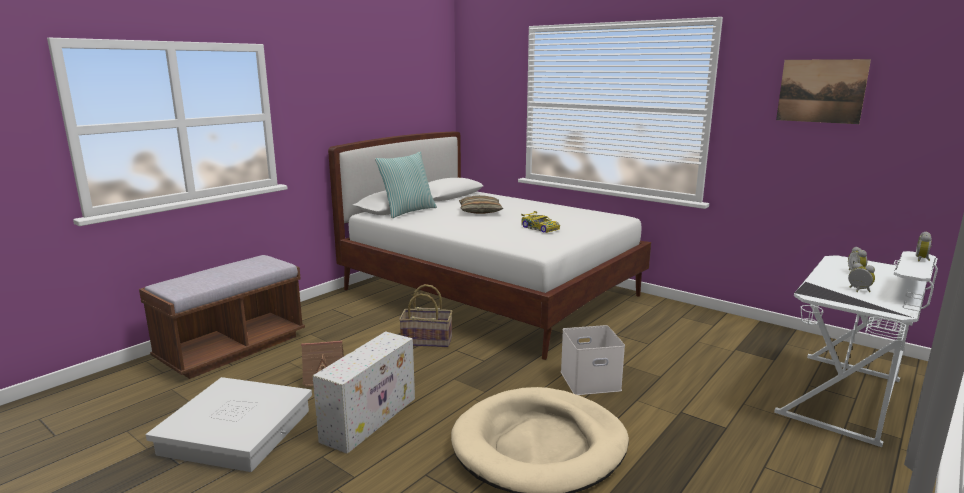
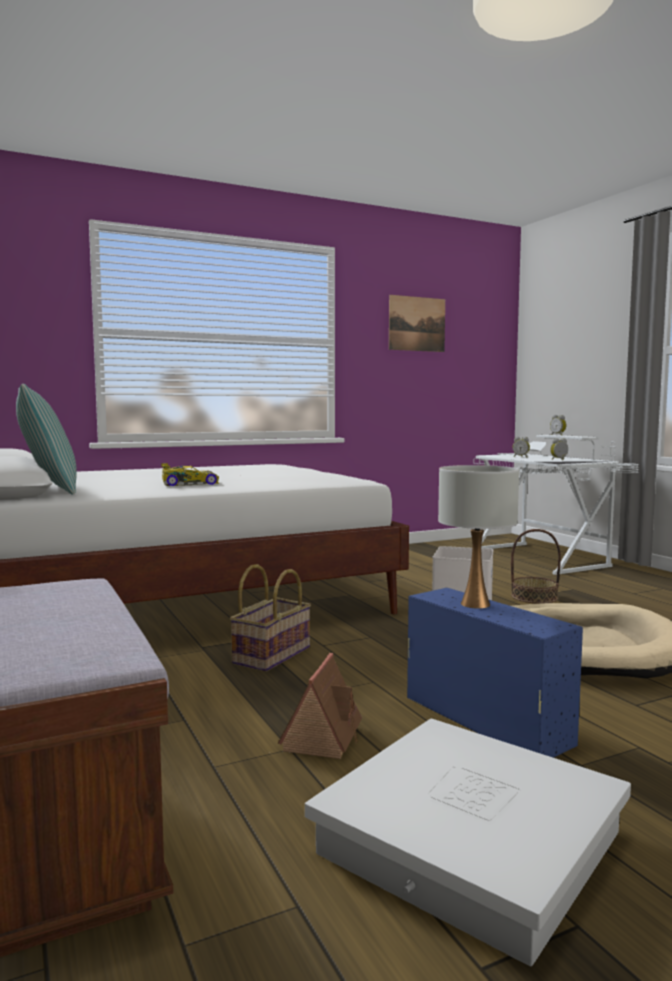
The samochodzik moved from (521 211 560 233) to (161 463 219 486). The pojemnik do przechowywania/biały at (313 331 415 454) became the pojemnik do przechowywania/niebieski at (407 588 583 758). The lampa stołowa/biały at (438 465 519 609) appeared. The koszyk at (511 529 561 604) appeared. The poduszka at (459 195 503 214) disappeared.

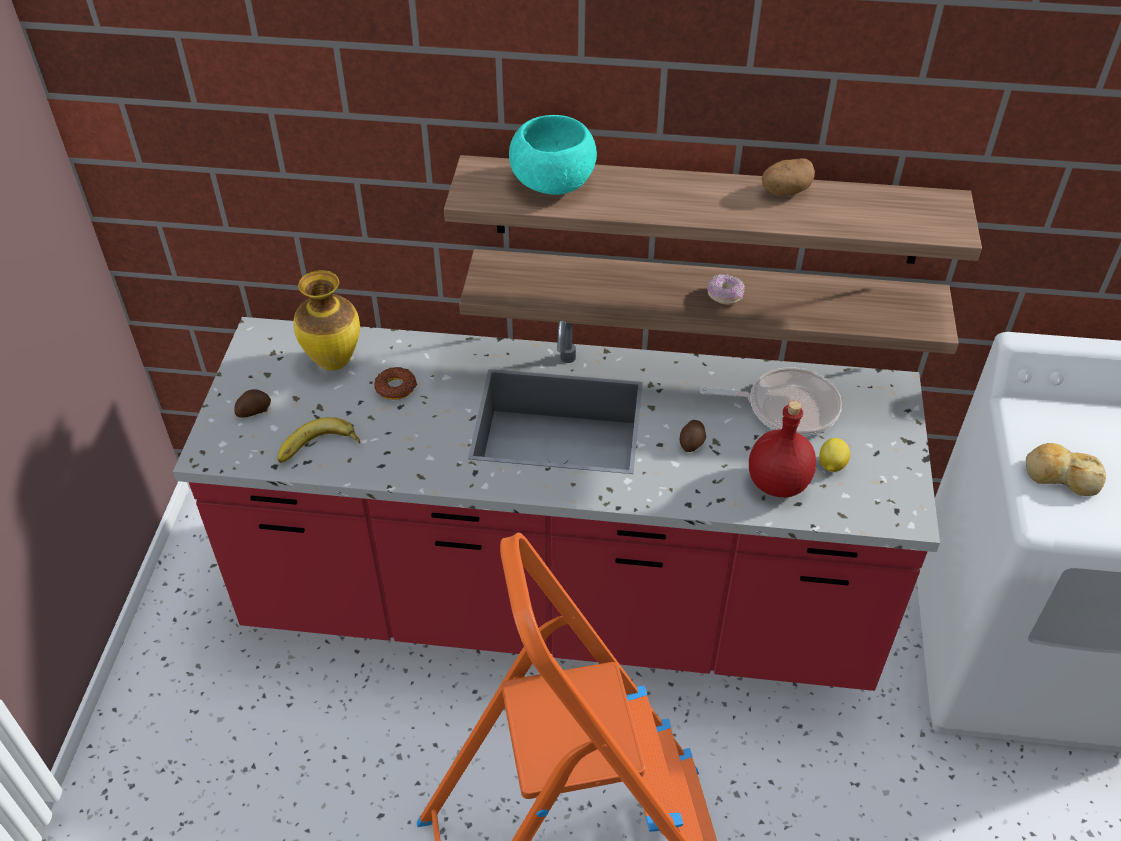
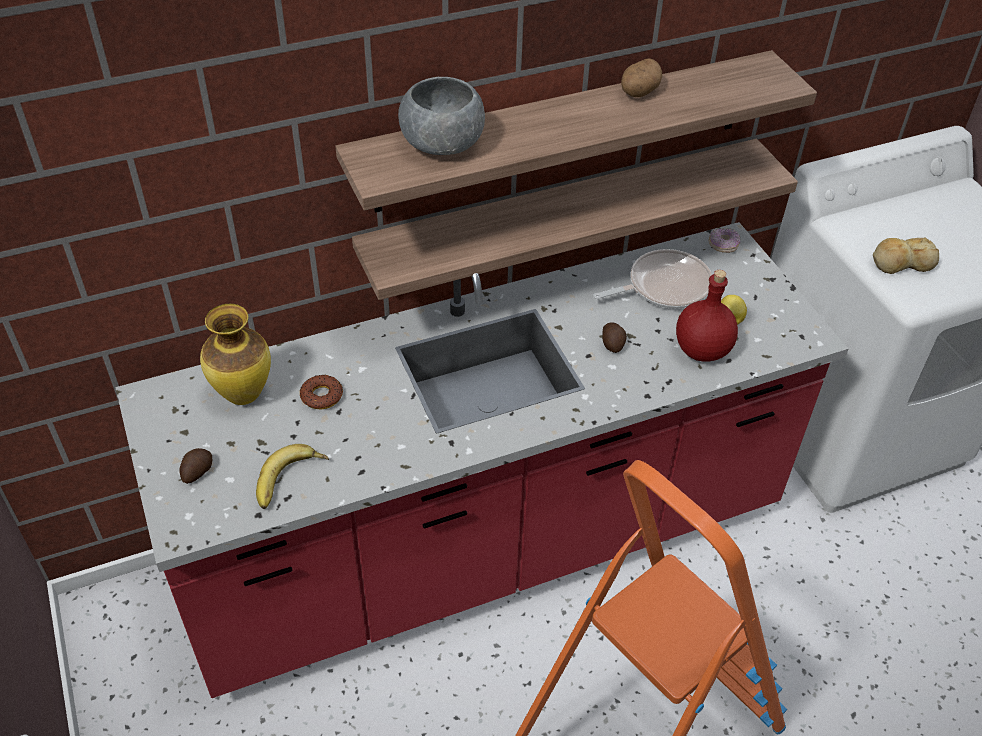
The miska/turkusowy at (509 115 597 195) became the miska/szary at (398 77 485 155). The donut moved from (707 274 745 305) to (709 228 740 253).

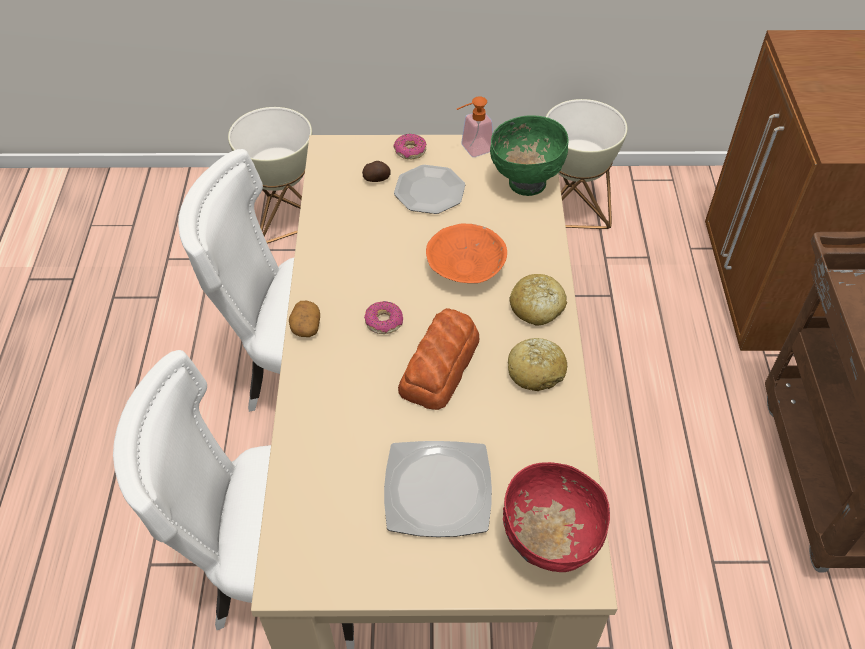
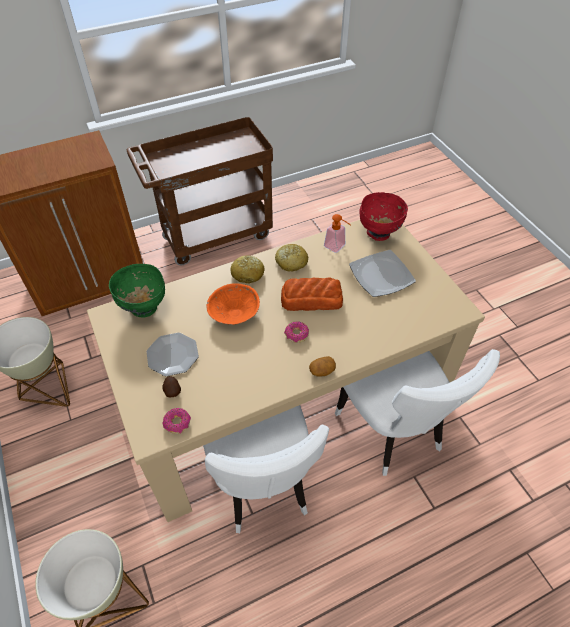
The donut moved from (393 134 426 159) to (162 408 191 434). The dozownik mydła moved from (457 96 493 157) to (324 214 351 253).

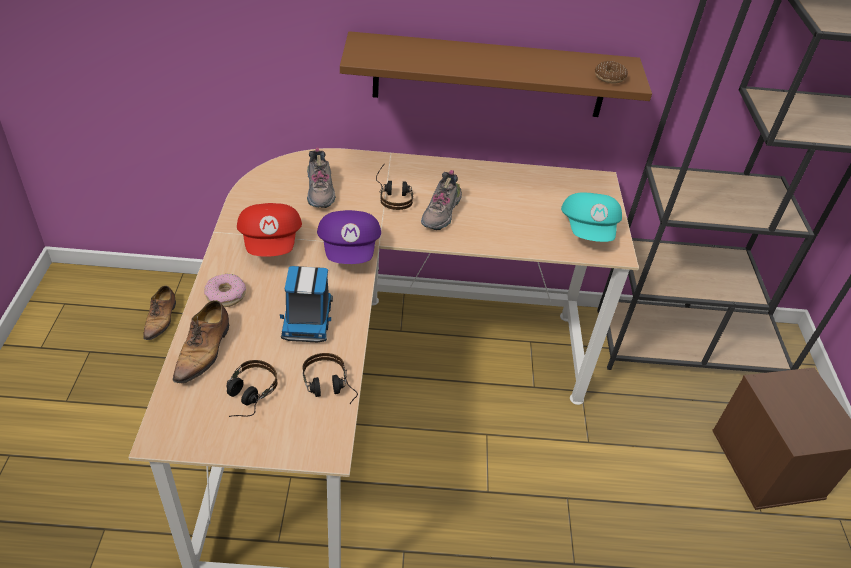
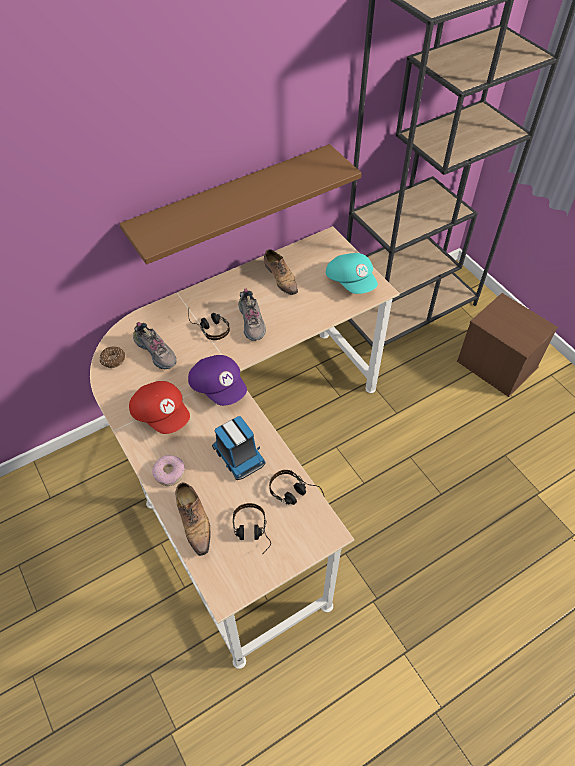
The donut moved from (595 61 628 84) to (100 346 125 368). The but moved from (143 286 176 340) to (264 249 298 295).

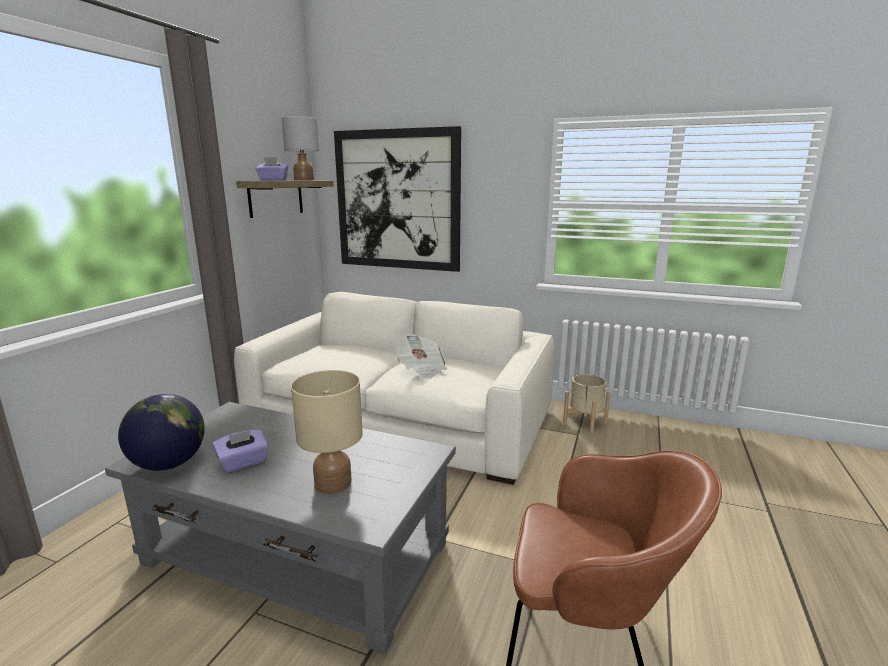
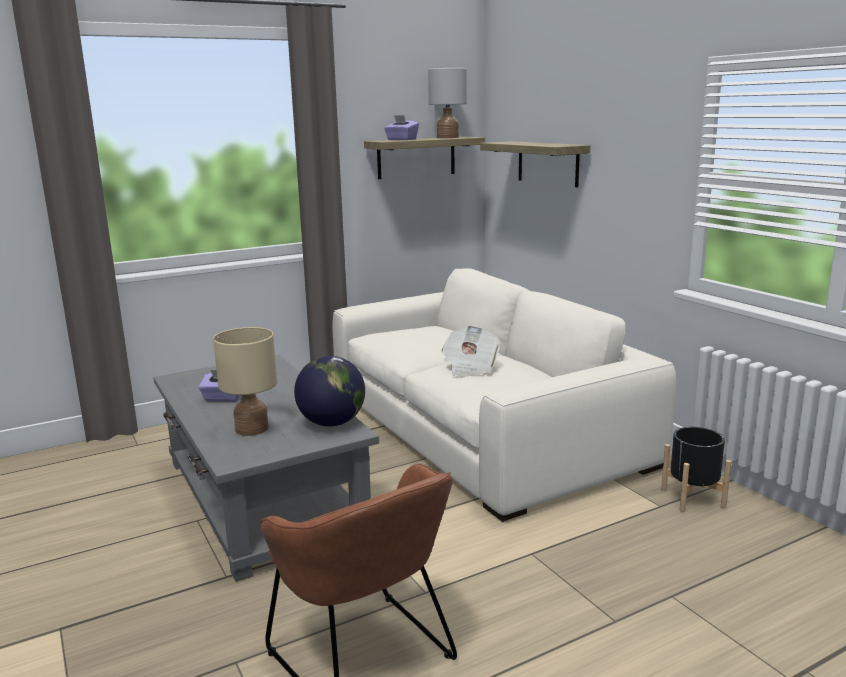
The globus moved from (118 394 205 471) to (294 356 365 427). The obraz at (334 126 461 272) was replaced by the półka at (480 141 590 187). The donica/beżowy at (563 374 611 434) became the donica/czarny at (661 427 732 512).

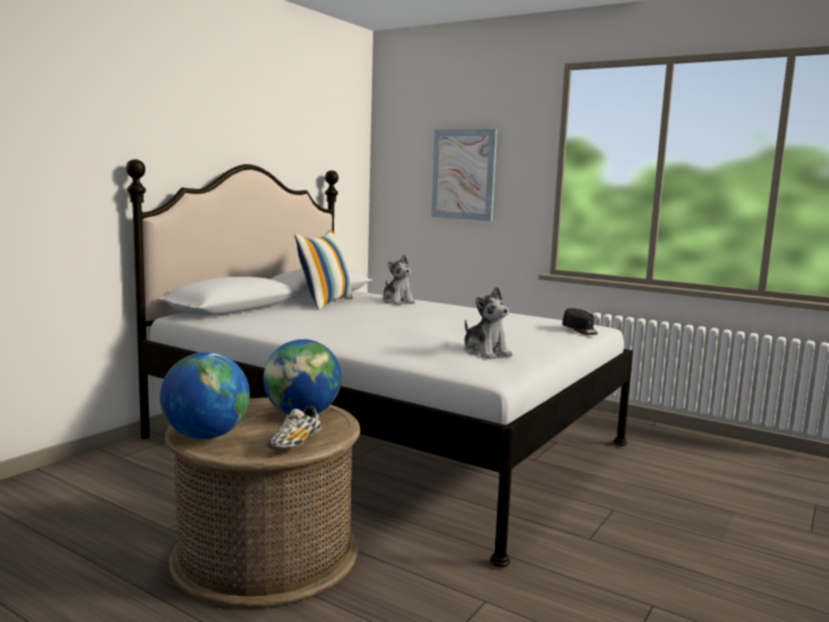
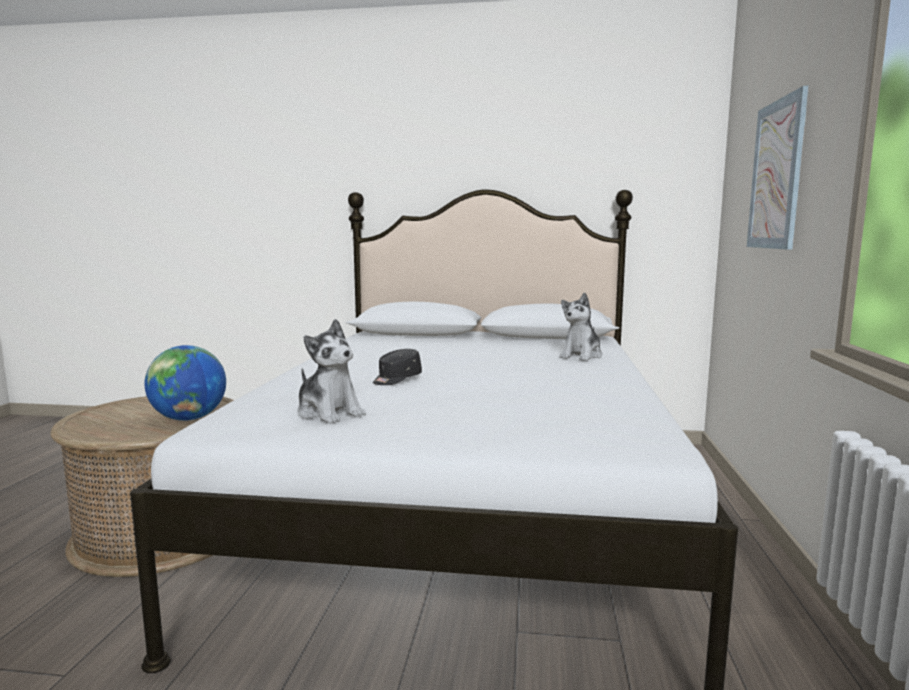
The pluszak at (464 287 513 359) turned 75 degrees counterclockwise. The czapka z daszkiem/czarny moved from (562 308 598 335) to (373 349 422 385). The globus at (160 352 250 439) disappeared. The but at (266 406 321 449) disappeared. The poduszka at (294 230 353 310) disappeared.

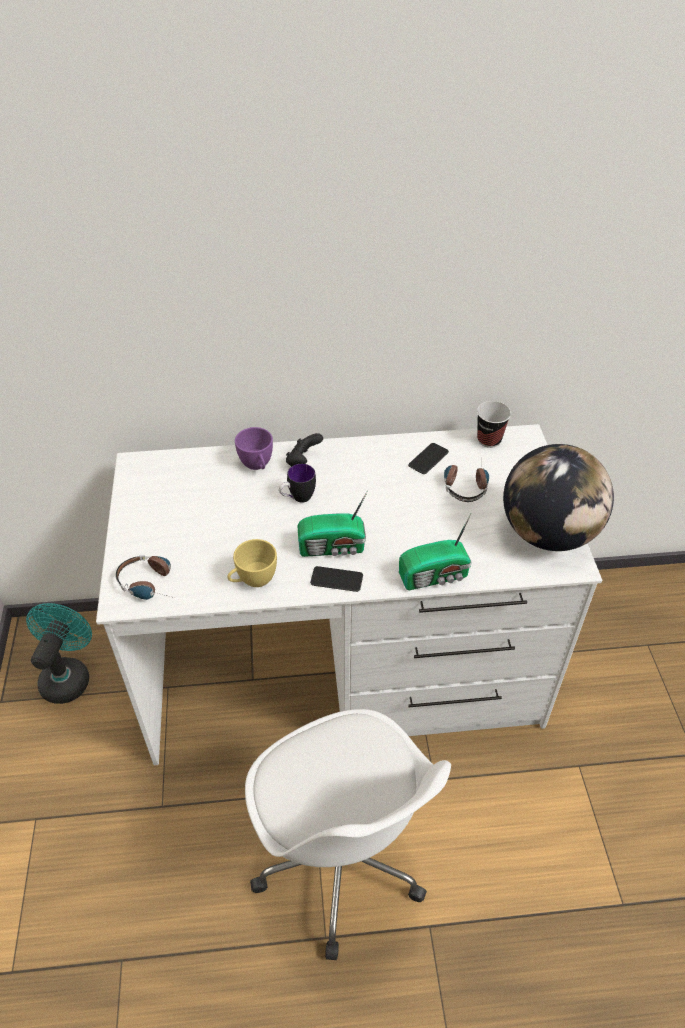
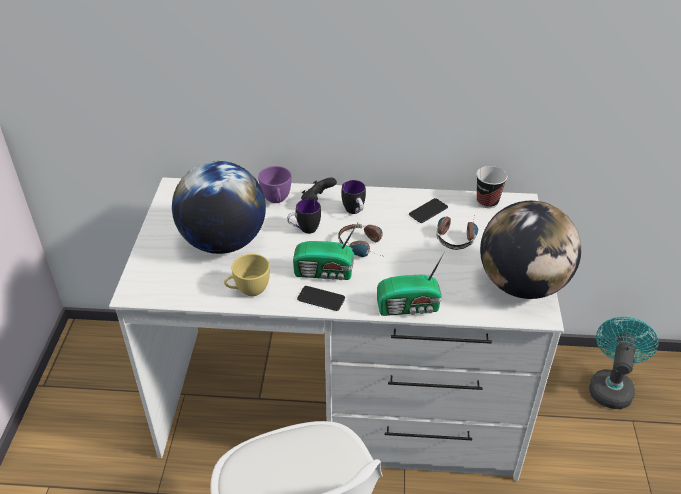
The globus at (172 161 266 254) appeared. The słuchawki moved from (116 555 174 600) to (338 223 383 257). The kubek at (341 180 366 214) appeared. The wentylator/turkusowy moved from (26 603 92 704) to (589 317 658 409).

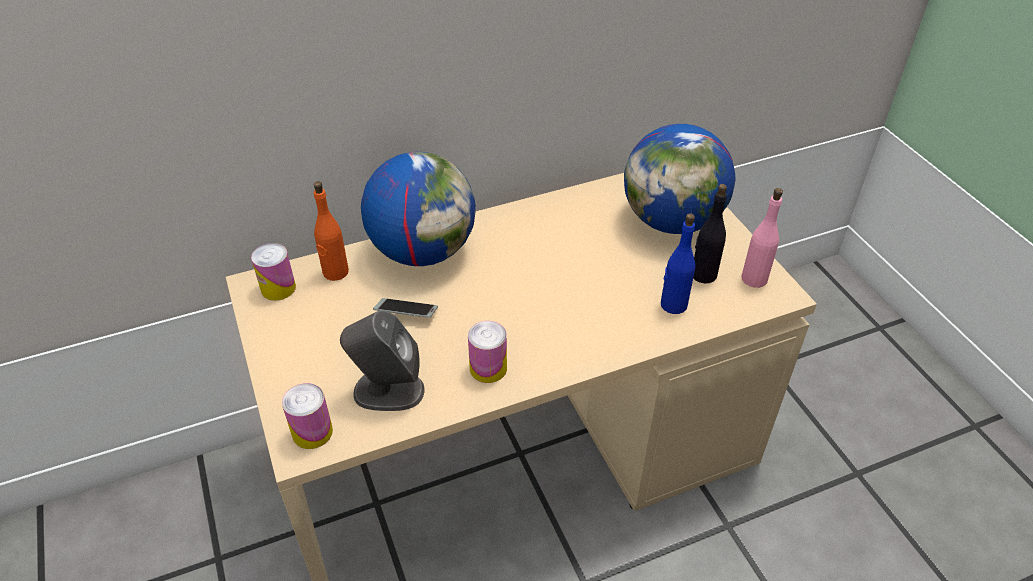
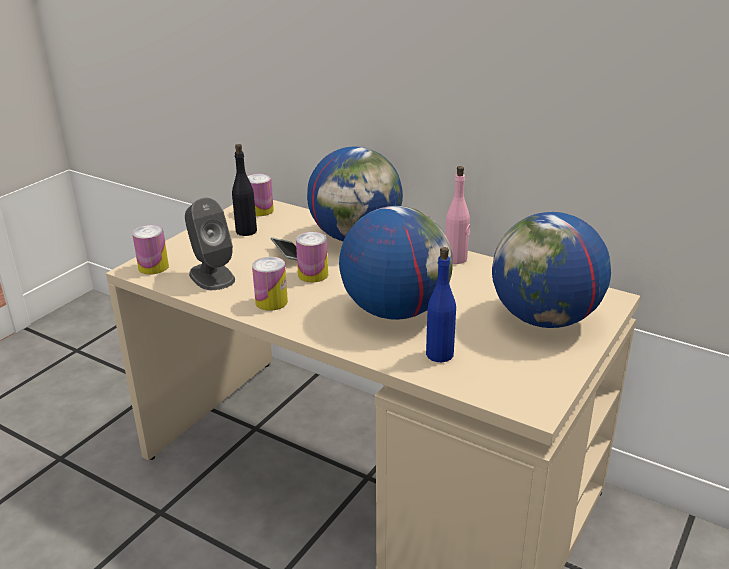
The butelka/czarny moved from (693 184 727 284) to (232 144 257 236). The puszka at (296 232 328 282) appeared. The globus at (339 206 453 320) appeared. The butelka/różowy moved from (741 188 783 288) to (445 166 470 264). The butelka/pomarańczowy at (314 181 349 281) disappeared.

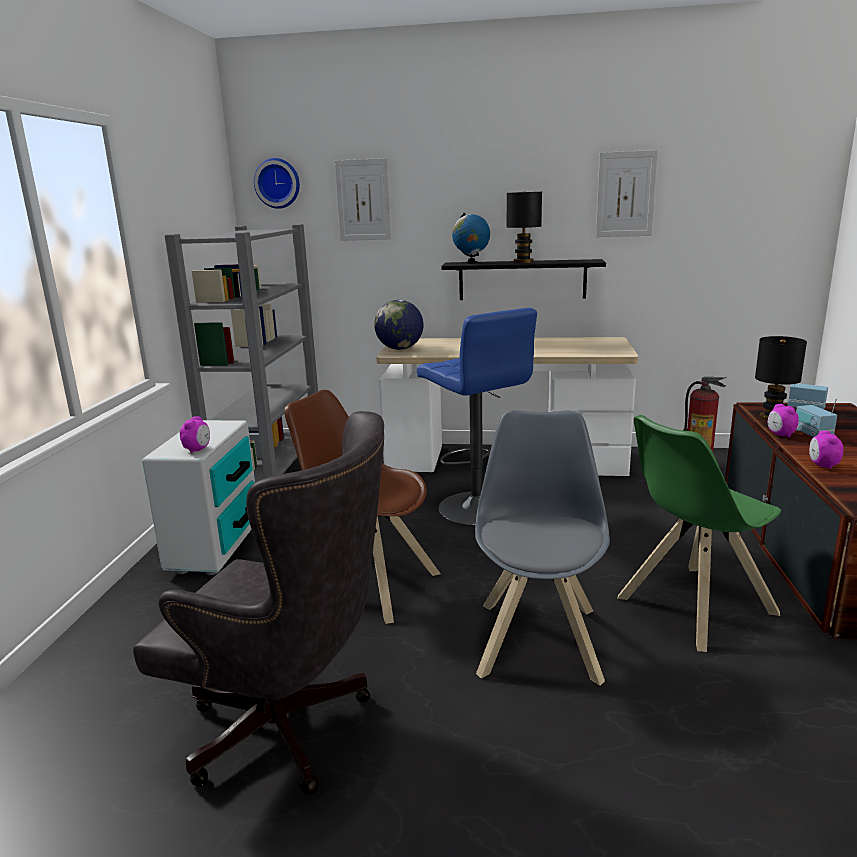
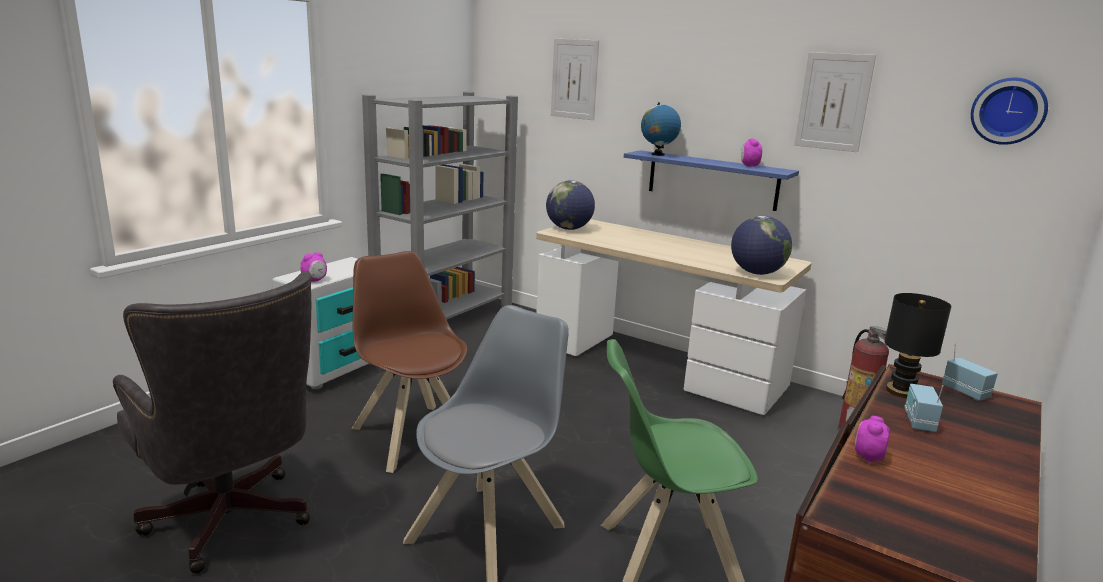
The półka/czarny at (441 259 606 300) became the półka/niebieski at (624 150 799 211). The globus at (731 216 792 275) appeared. The budzik moved from (768 404 799 437) to (741 139 762 167). The zegar ścienny moved from (254 158 300 209) to (971 77 1048 145). The stołek/niebieski at (417 308 537 525) disappeared. The lampa stołowa/czarny at (507 191 542 263) disappeared.

